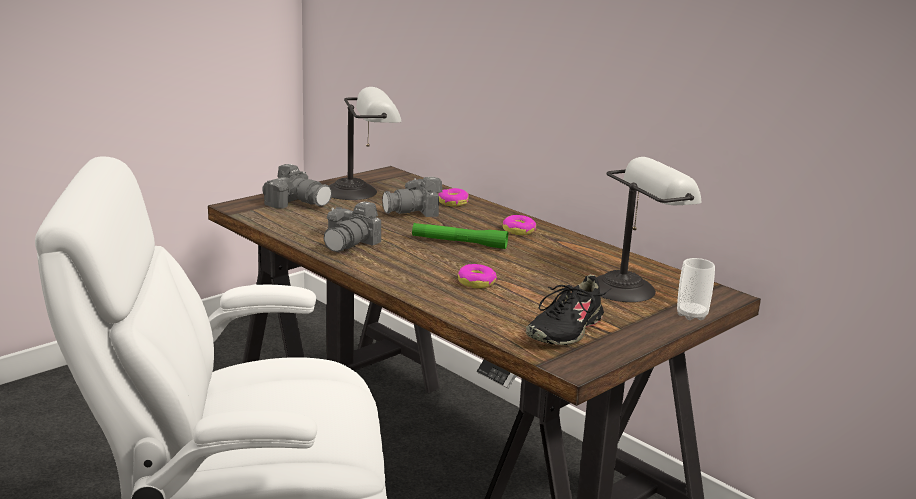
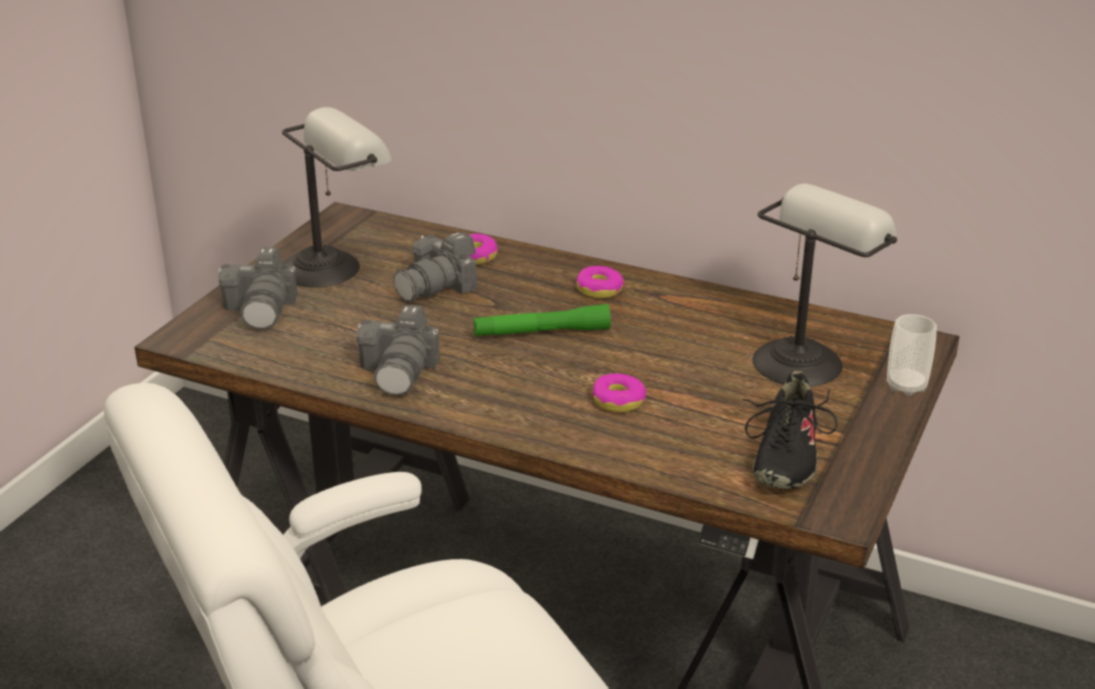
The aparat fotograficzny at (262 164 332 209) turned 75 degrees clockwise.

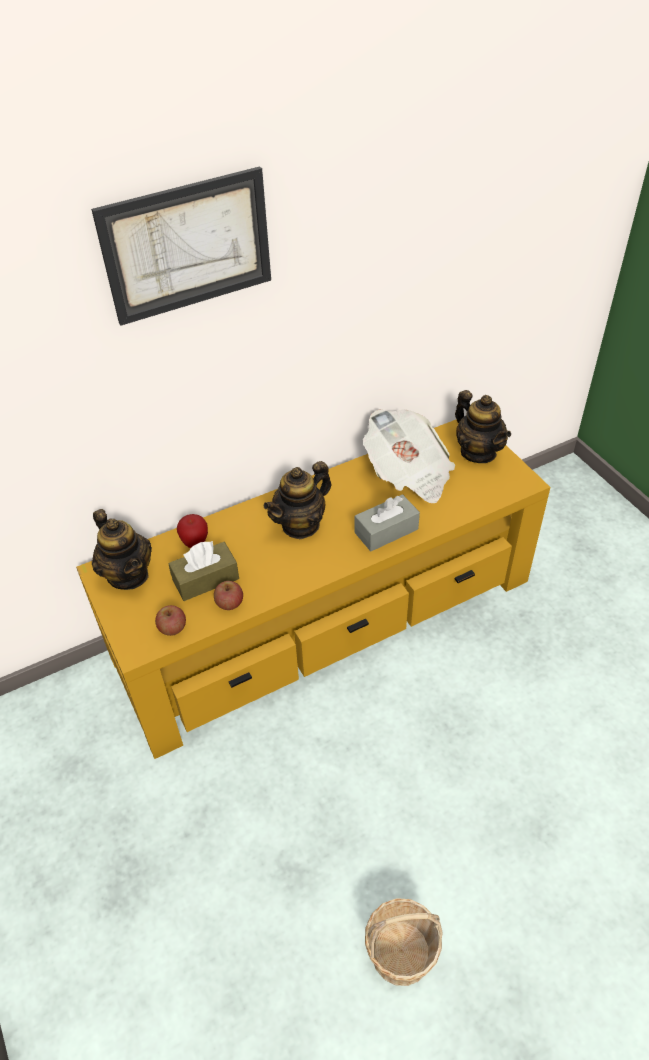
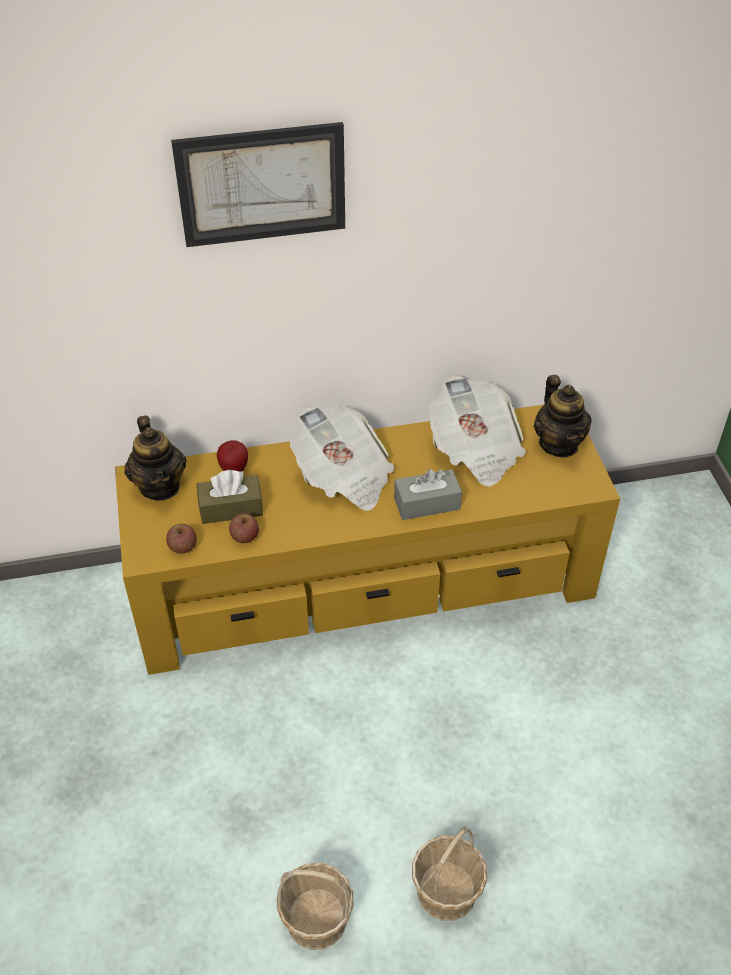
The imbryk at (263 461 332 539) was replaced by the gazeta at (290 405 395 511). The koszyk at (412 826 487 921) appeared.

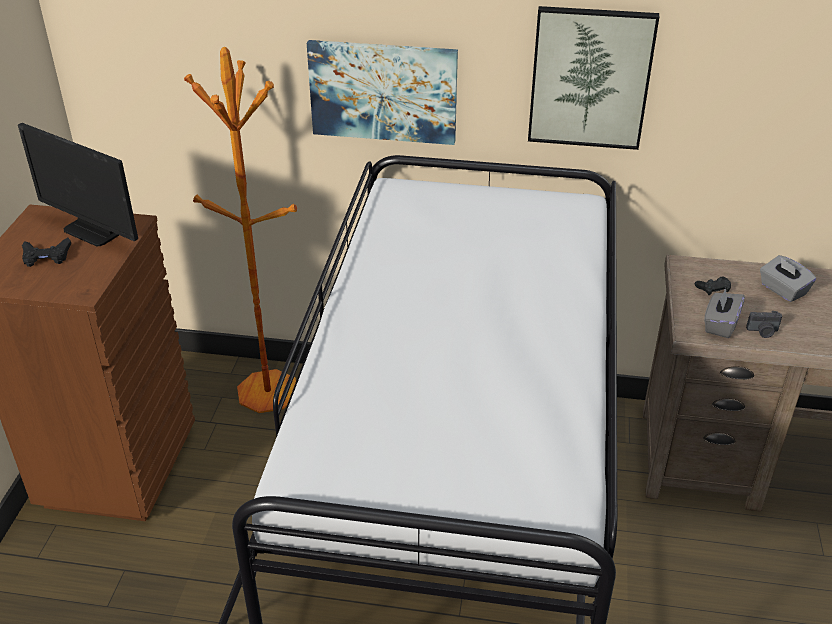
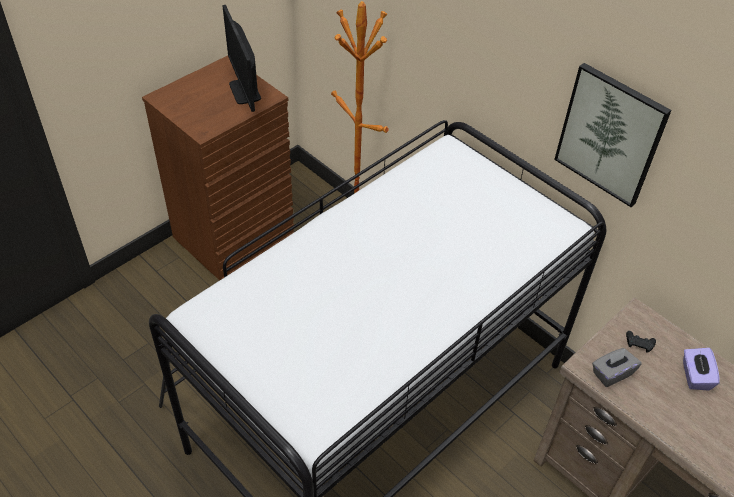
The pudełko chusteczek/szary at (760 255 816 302) became the pudełko chusteczek/fioletowy at (683 348 720 390). The pad do gier/czarny at (22 238 71 267) disappeared. The obraz at (307 40 458 145) disappeared. The aparat fotograficzny at (746 311 782 338) disappeared.

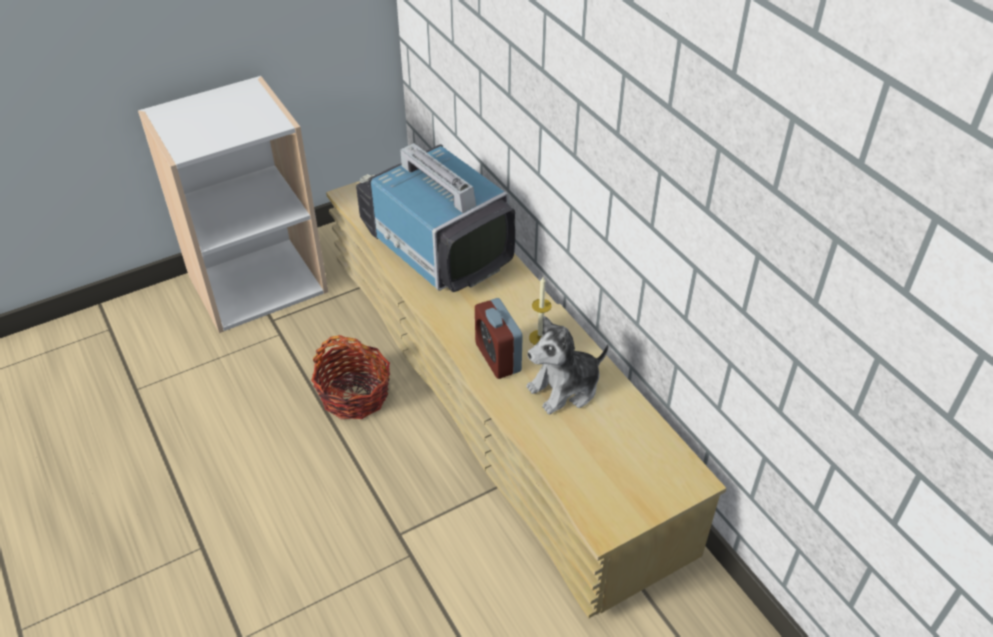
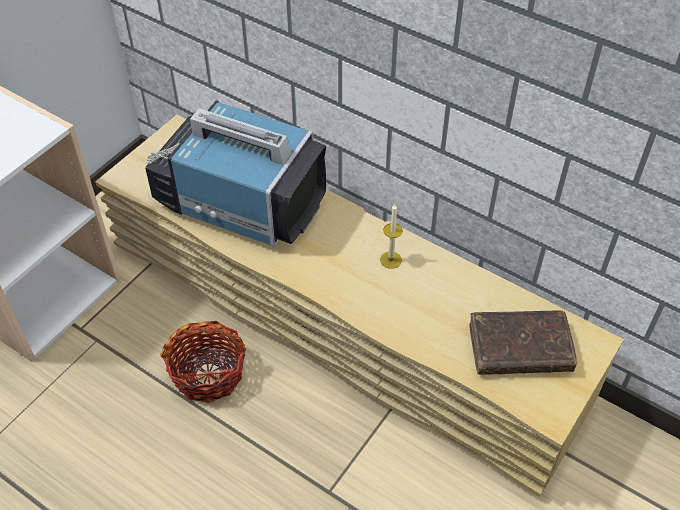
The książka/brązowy at (469 310 577 375) appeared. The budzik at (475 298 523 379) disappeared. The pluszak at (526 316 609 415) disappeared.

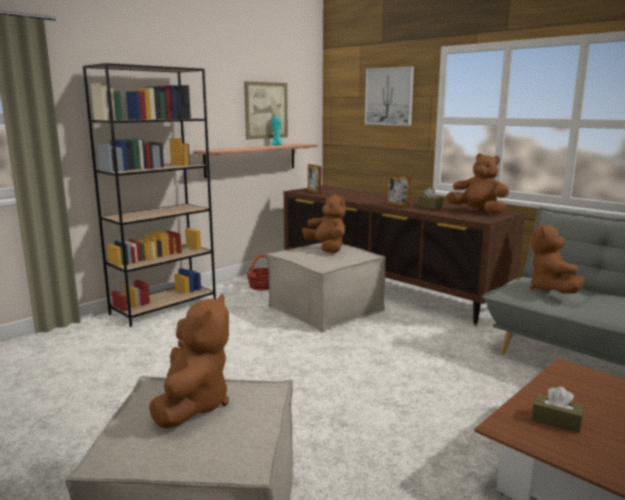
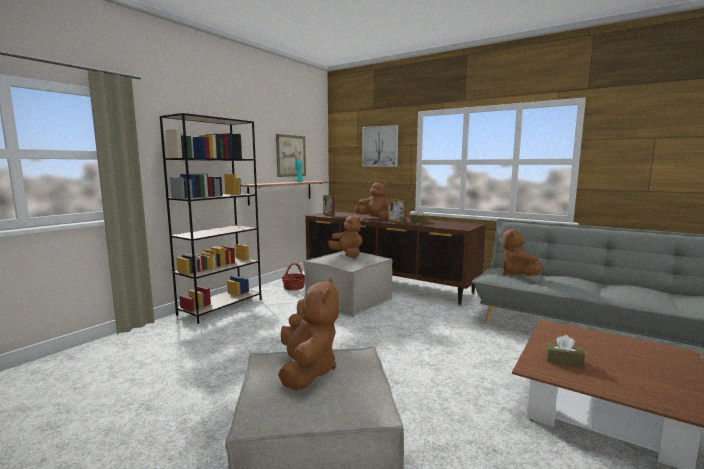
The pluszak/brązowy moved from (446 153 509 215) to (355 182 388 220).

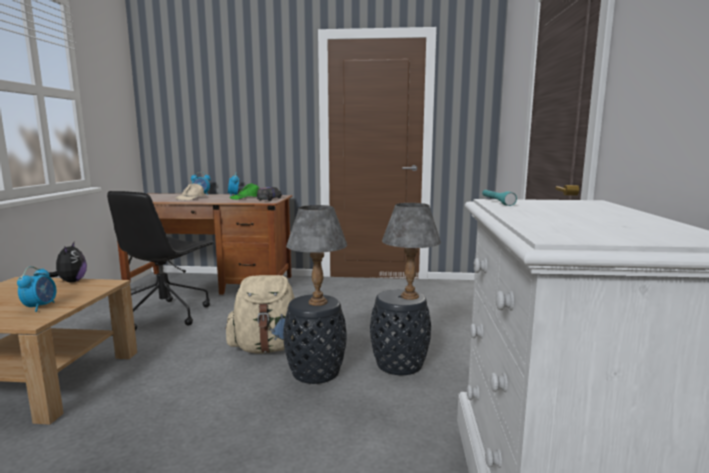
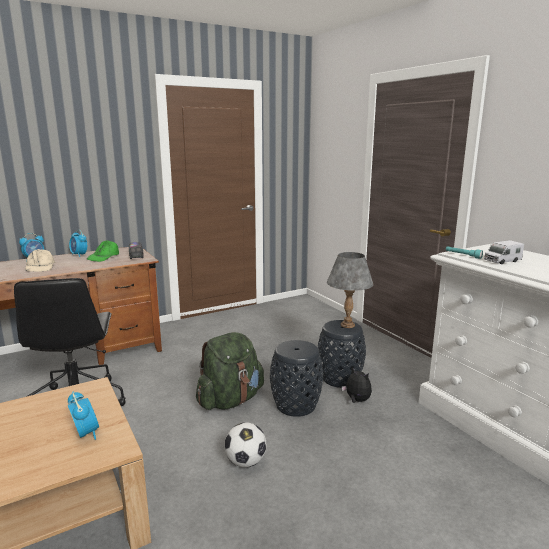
The plecak/beżowy at (226 275 308 354) became the plecak/zielony at (196 332 264 410). The piłka futbolowa at (225 422 267 468) appeared. The pluszak moved from (49 242 87 282) to (342 367 372 403). The ciężarówka zabawkowa at (484 240 524 264) appeared. The lampa stołowa/szary at (286 205 347 306) disappeared.

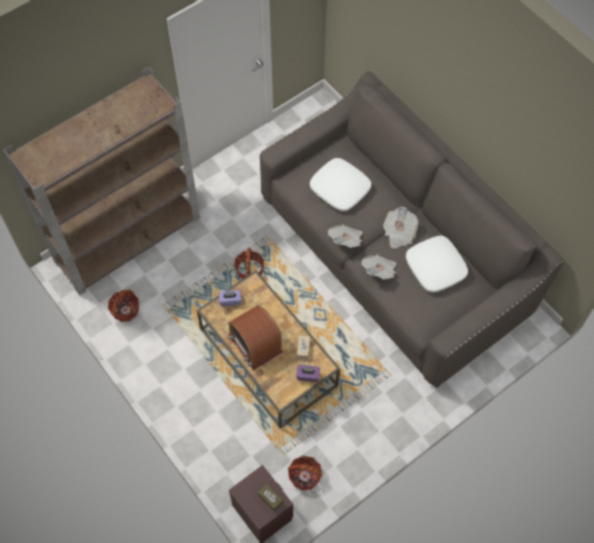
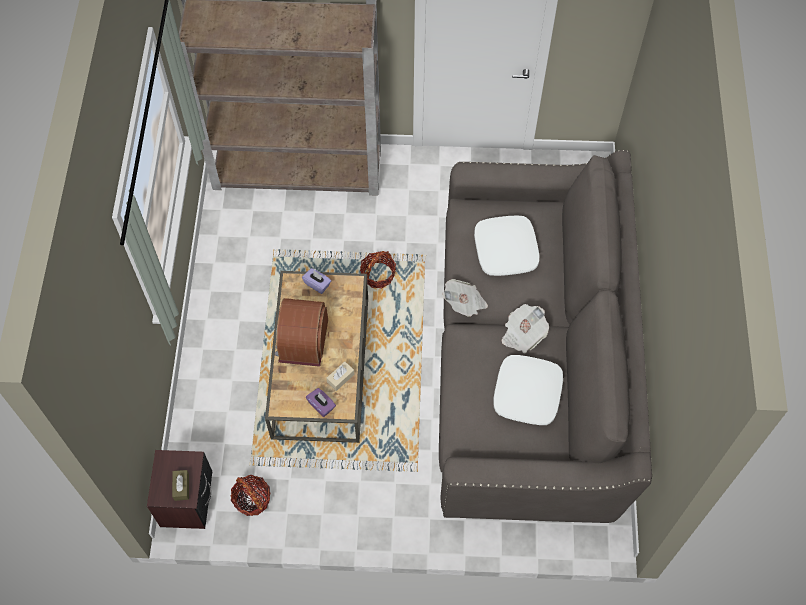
The koszyk at (108 289 139 322) disappeared. The gazeta at (361 254 397 279) disappeared.

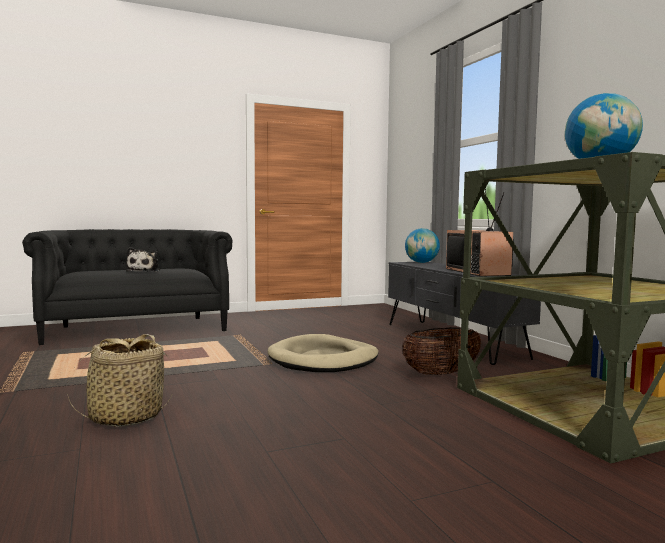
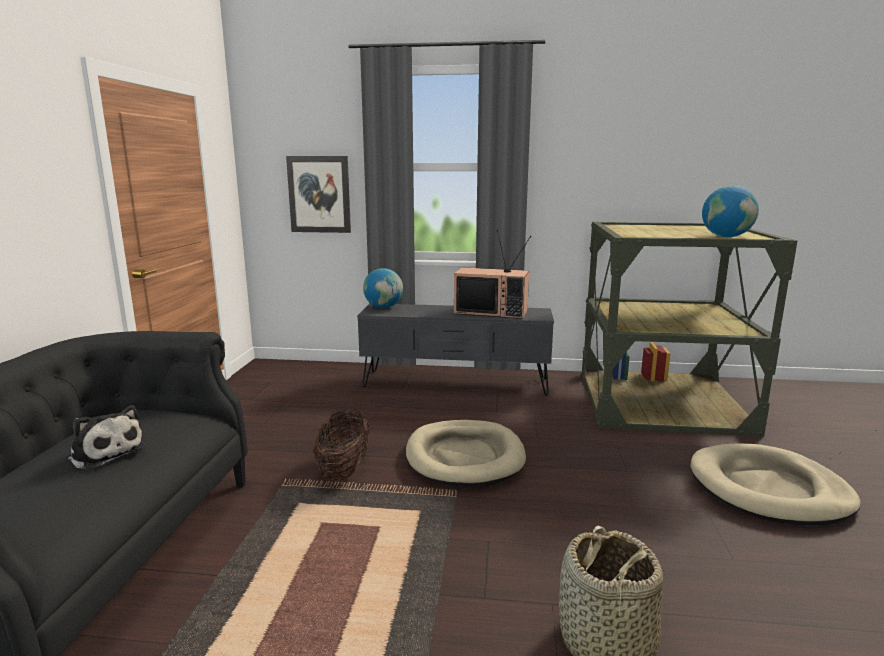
The obraz at (286 156 351 233) appeared. The koszyk moved from (402 327 481 375) to (313 409 370 480). The legowisko/beżowy at (690 443 861 525) appeared.

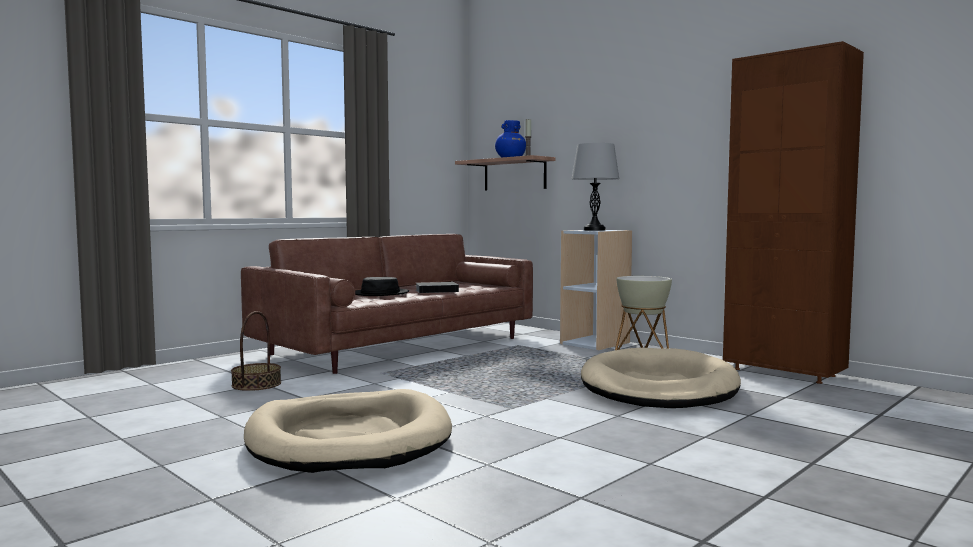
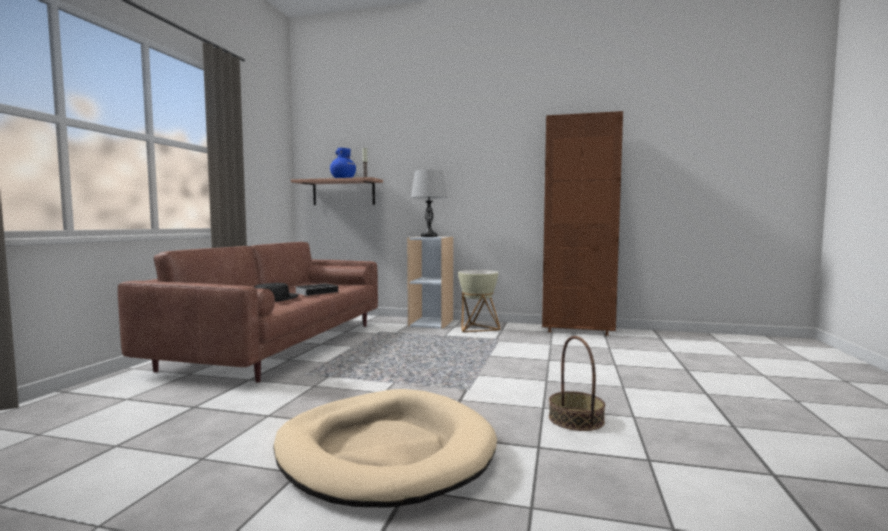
The koszyk moved from (231 311 281 391) to (549 336 605 431). The legowisko/beżowy at (581 348 741 408) disappeared.

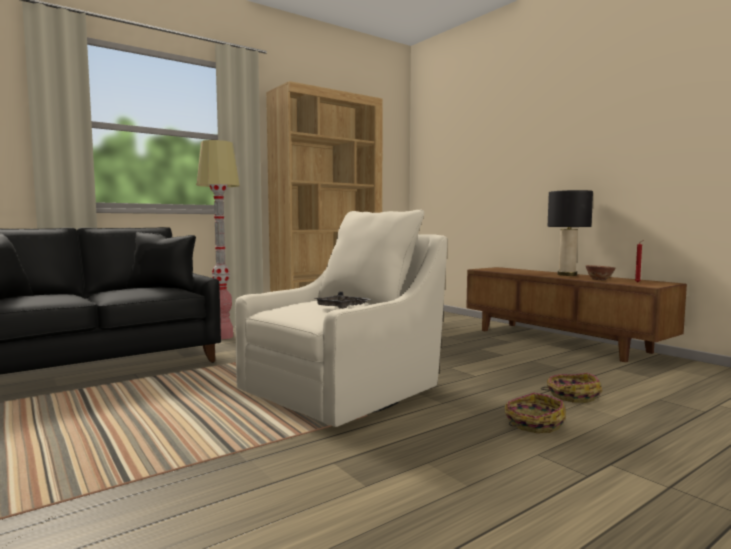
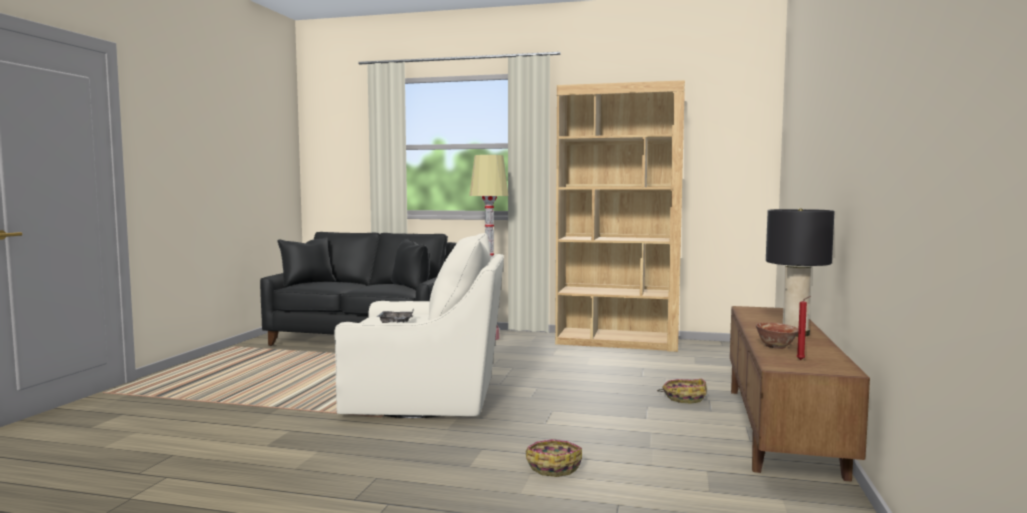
The koszyk moved from (505 393 566 433) to (657 379 707 404).

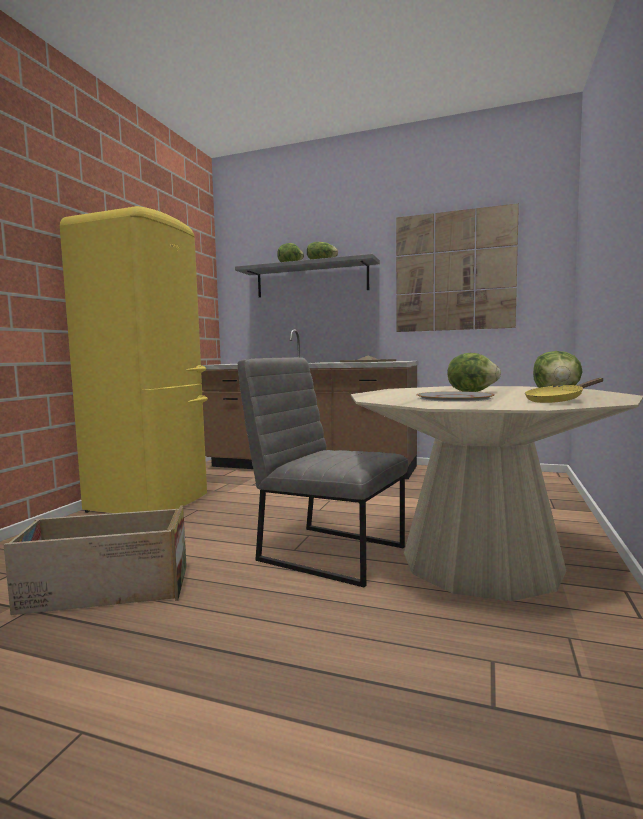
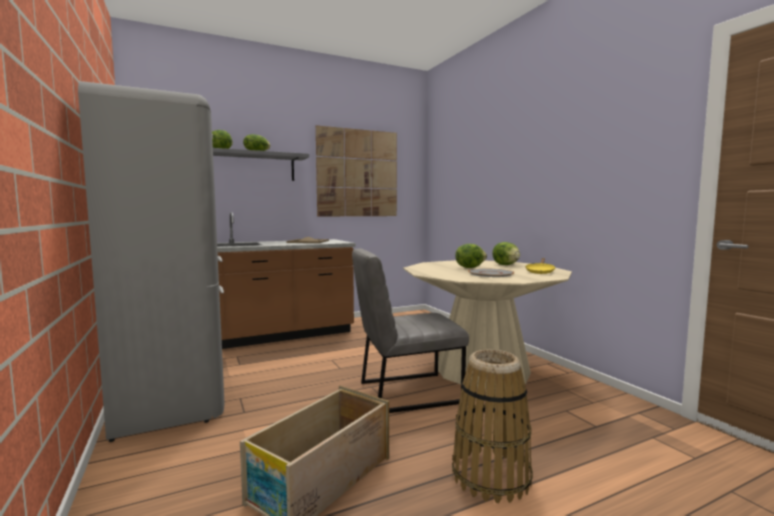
The lodówka/żółty at (60 206 208 513) became the lodówka/szary at (78 81 224 442). The koszyk at (452 349 533 503) appeared.

